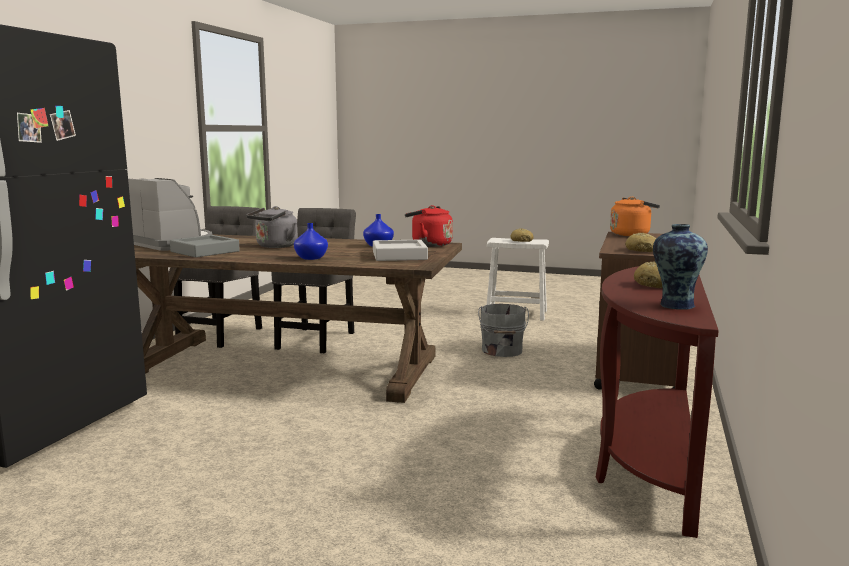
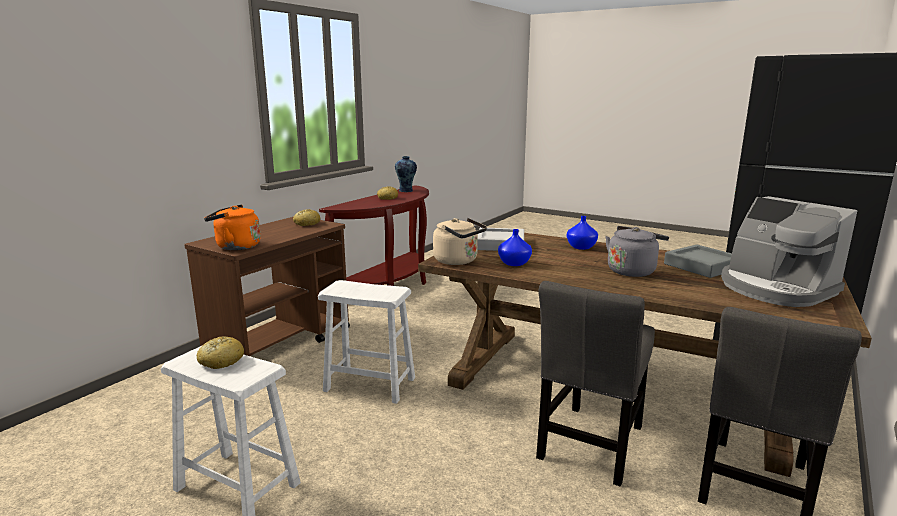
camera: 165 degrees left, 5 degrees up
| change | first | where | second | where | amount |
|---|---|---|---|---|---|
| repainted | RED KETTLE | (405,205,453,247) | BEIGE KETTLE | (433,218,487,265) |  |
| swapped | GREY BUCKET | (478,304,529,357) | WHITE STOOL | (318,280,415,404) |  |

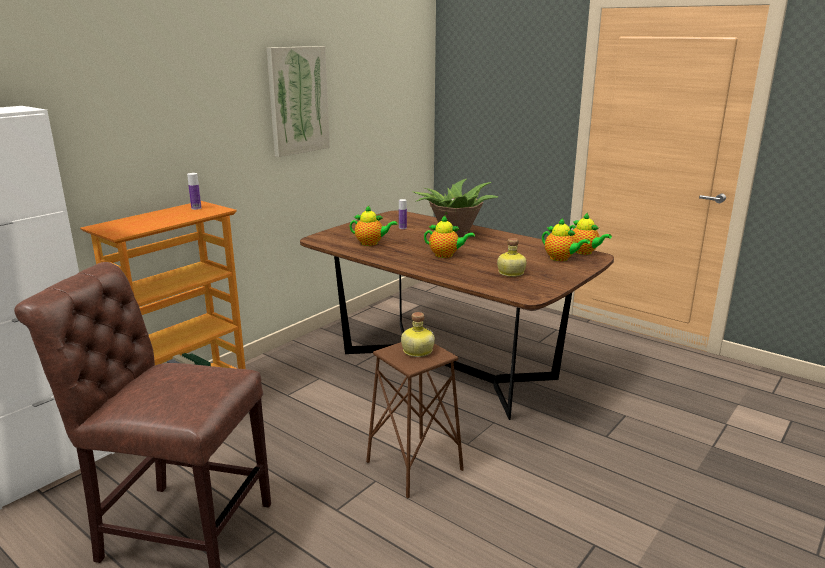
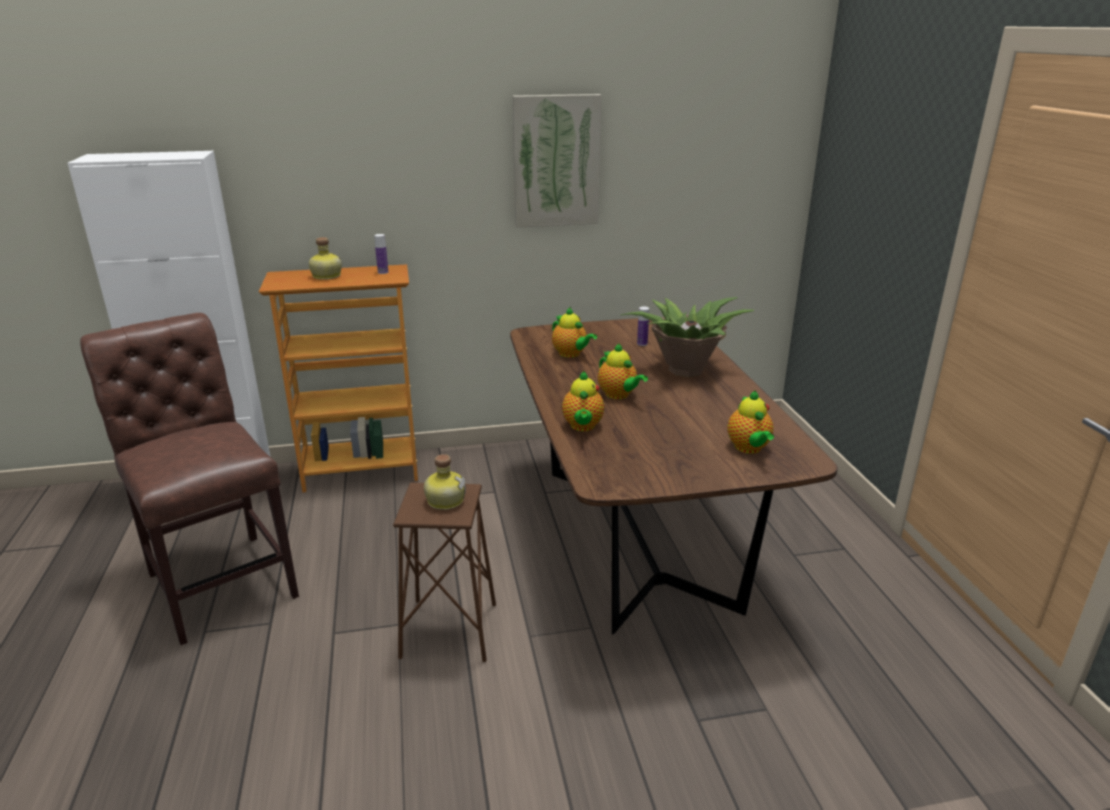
camera: 40 degrees right, 5 degrees up
| change | first | where | second | where | amount |
|---|---|---|---|---|---|
| shifted | BOTTLE | (497,238,527,277) |  | (309,237,342,280) |  |
| shifted | TEAPOT | (569,213,612,255) |  | (562,371,604,431) |  |

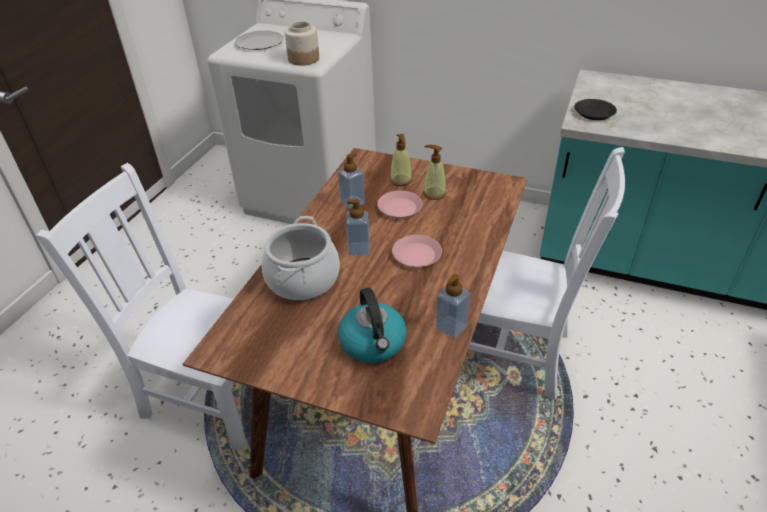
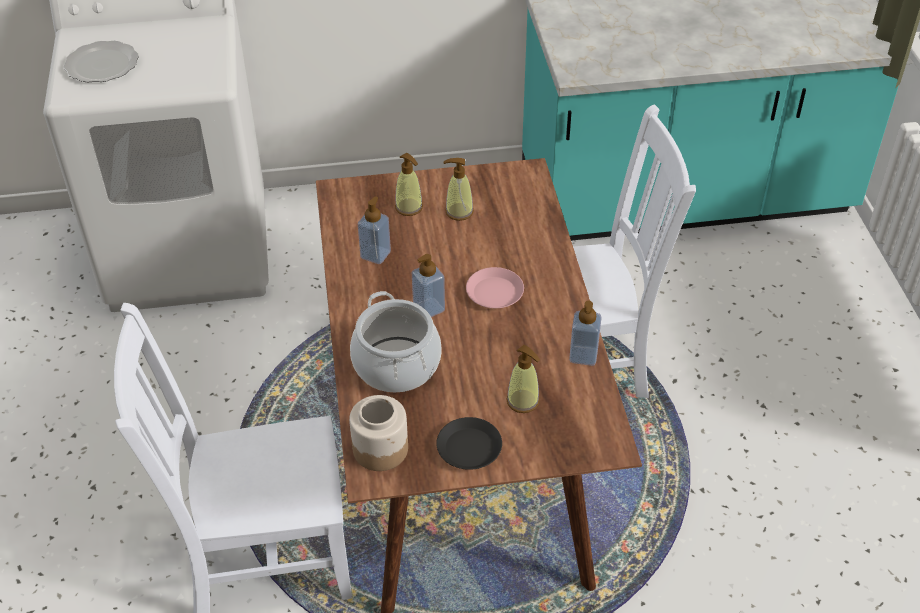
camera: 30 degrees left, 5 degrees up
| change | first | where | second | where | amount |
|---|---|---|---|---|---|
| shifted | JAR | (285,21,319,66) |  | (349,395,408,471) |  |
| swapped | KETTLE | (338,288,407,363) | SOAP DISPENSER | (506,345,540,413) |  |
| gone | PINK PLATE | (377,191,423,218) |  |  |  |
| shifted | BLACK PLATE | (574,99,617,120) |  | (436,417,502,470) |  |

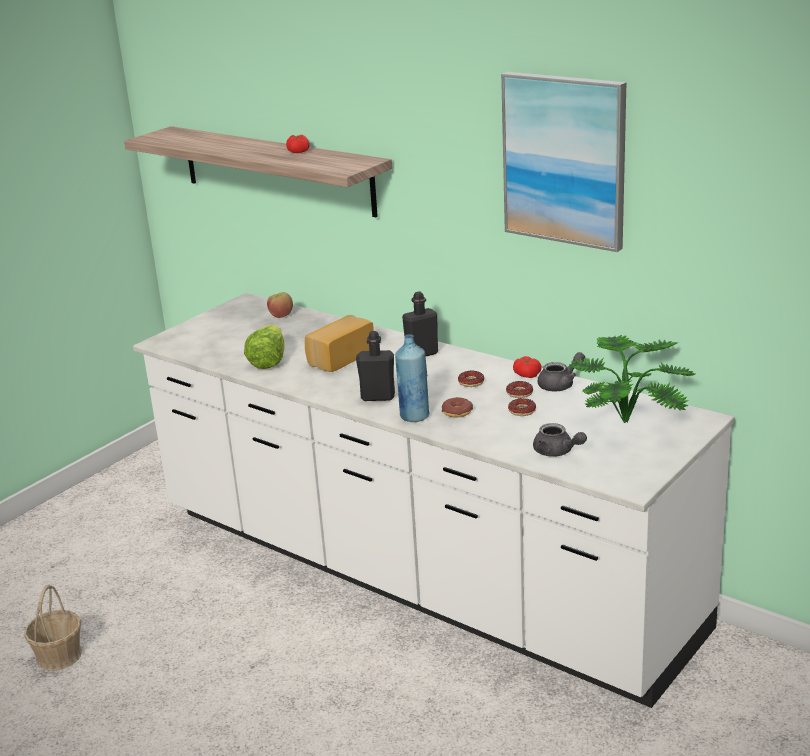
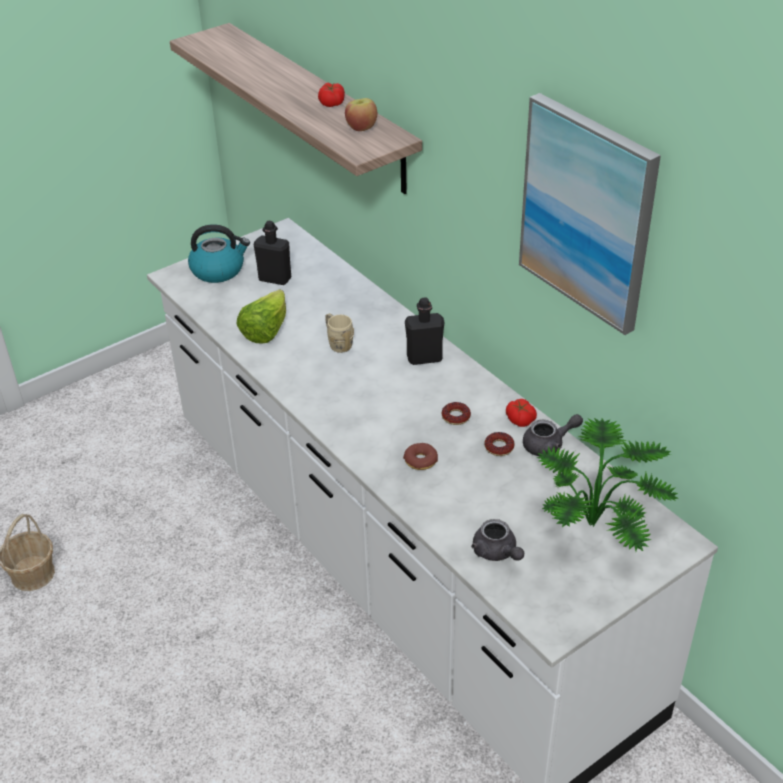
camera: 15 degrees right, 15 degrees up
| change | first | where | second | where | amount |
|---|---|---|---|---|---|
| shifted | APPLE | (267,292,293,318) |  | (345,98,377,131) |  |
| swapped | BREAD | (305,315,374,372) | BEIGE MUG | (325,313,354,353) |  |
| shifted | BLACK BOTTLE | (356,331,395,401) |  | (254,221,291,285) |  |
| gone | BLUE BOTTLE | (395,334,430,422) |  |  |  |
| gone | DONUT | (508,398,536,416) |  |  |  |
| new |  |  | KETTLE | (188,224,250,283) |  |

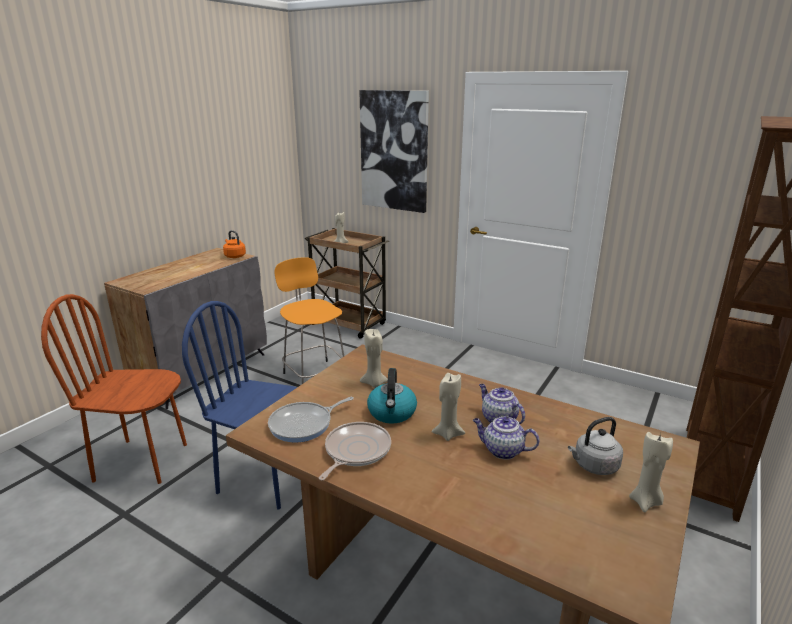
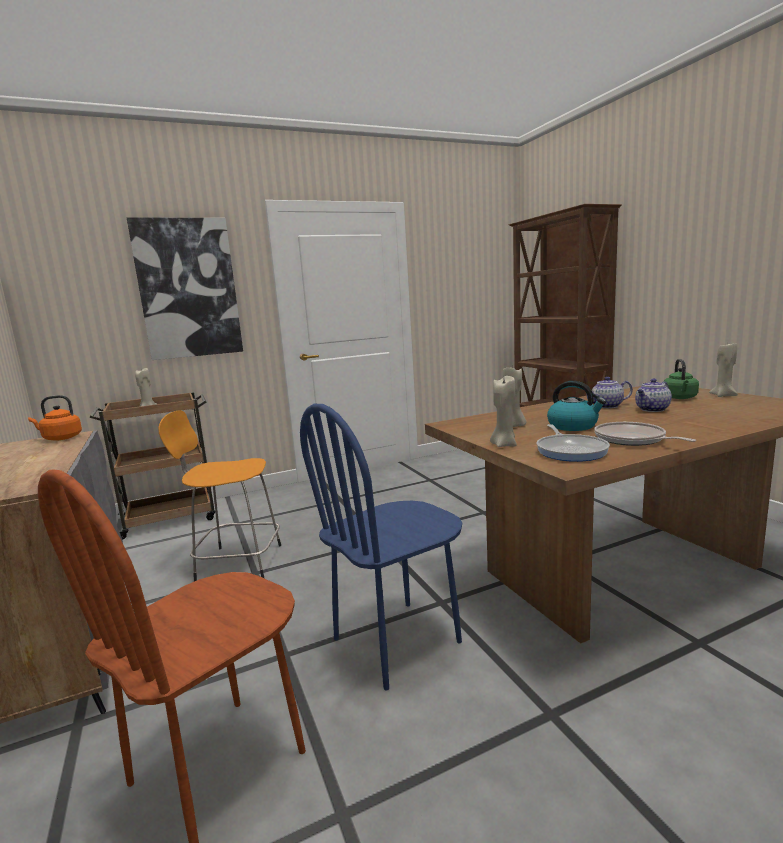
camera: 55 degrees left, 10 degrees down
| change | first | where | second | where | amount |
|---|---|---|---|---|---|
| shifted | BEIGE CANDLE | (431,373,465,441) |  | (490,376,517,447) |  |
| repainted | GREY KETTLE | (568,417,623,475) | GREEN KETTLE | (663,359,699,399) |  |

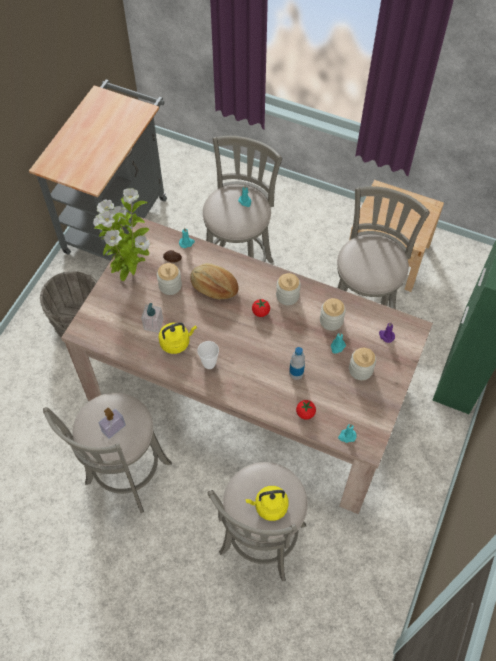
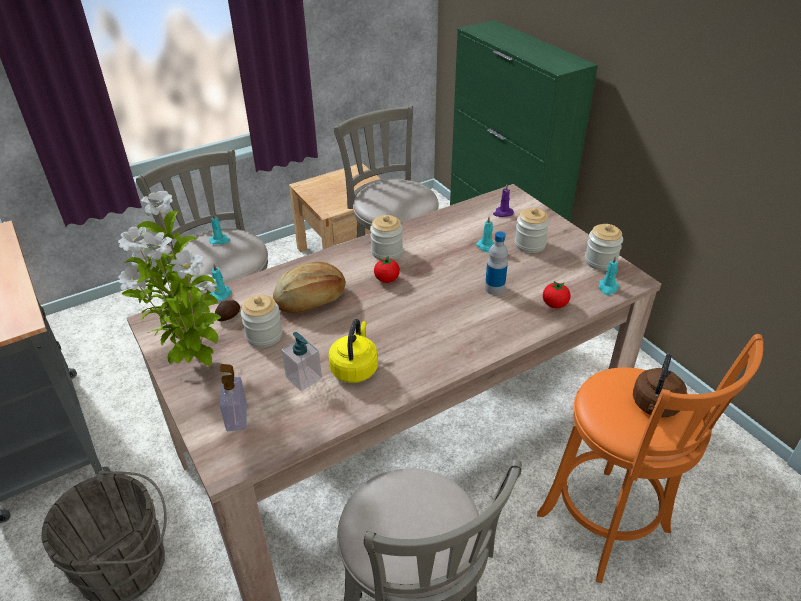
camera: 55 degrees left, 20 degrees down
| change | first | where | second | where | amount |
|---|---|---|---|---|---|
| shifted | SOAP DISPENSER | (98,408,126,439) |  | (220,364,247,431) |  |
| gone | CUP | (197,341,219,369) |  |  |  |
| repainted | GREY STOOL | (207,462,308,581) | ORANGE STOOL | (537,334,764,583) |  |
| repainted | YELLOW KETTLE | (245,486,289,521) | BROWN KETTLE | (633,353,687,417) |  |
| shifted | JAR | (320,298,346,331) |  | (585,224,623,271) |  |

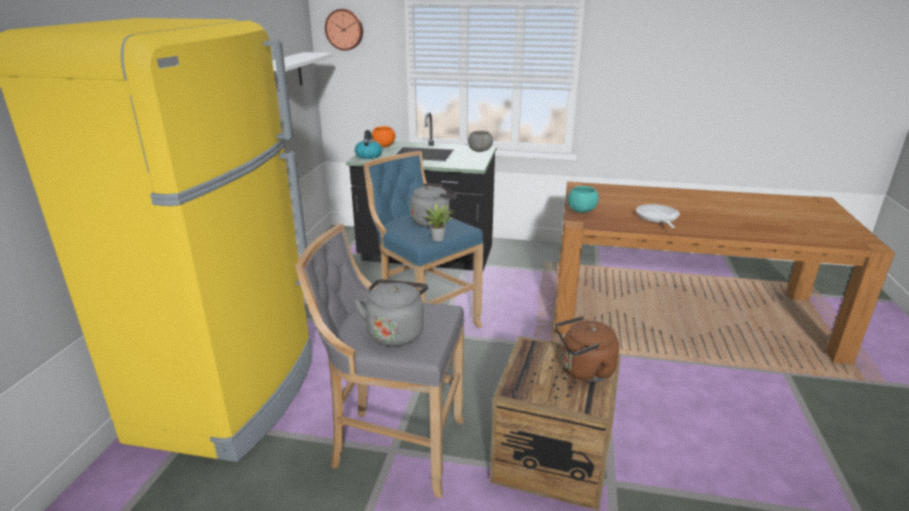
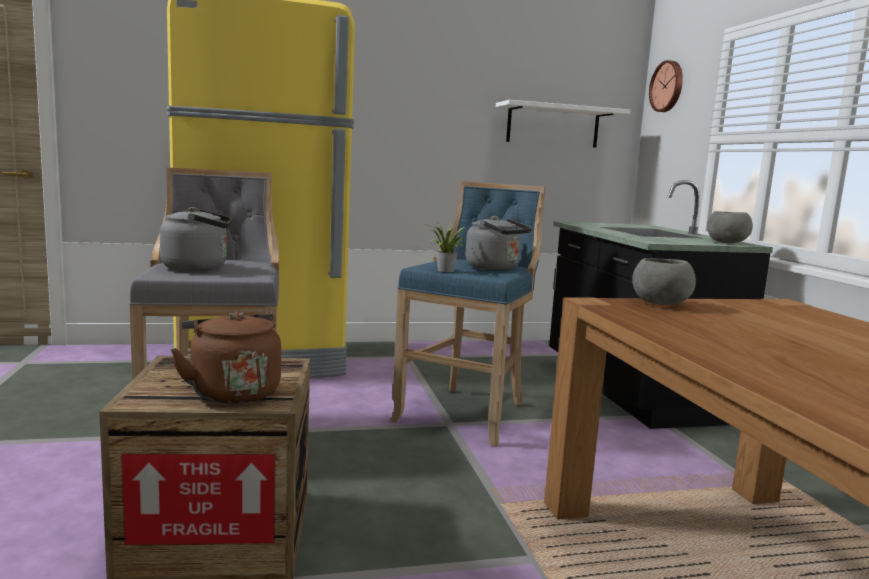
camera: 65 degrees right, 15 degrees down
| change | first | where | second | where | amount |
|---|---|---|---|---|---|
| gone | KETTLE | (355,130,382,159) |  |  |  |
| gone | ORANGE BOWL | (371,126,395,147) |  |  |  |
| repainted | TURQUOISE BOWL | (568,186,599,213) | GREY BOWL | (632,258,696,305) |  |
| gone | FRYING PAN | (636,204,680,228) |  |  |  |

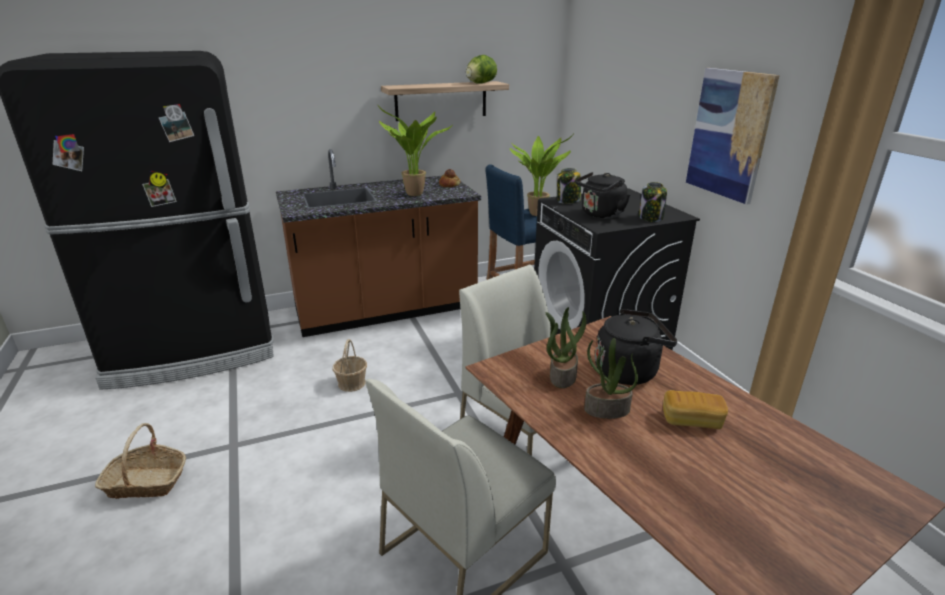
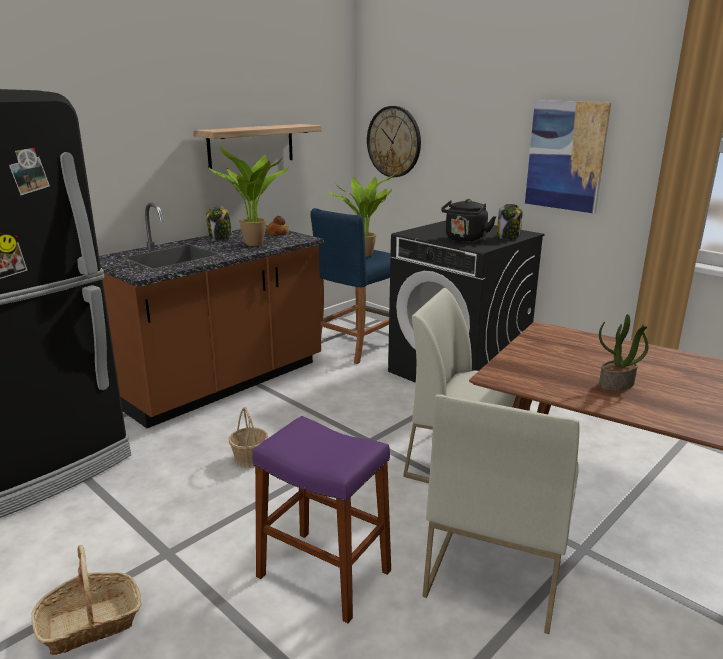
camera: 25 degrees left, 5 degrees down
| change | first | where | second | where | amount |
|---|---|---|---|---|---|
| gone | LETTUCE | (466,55,497,83) |  |  |  |
| gone | POTTED PLANT | (546,307,586,388) |  |  |  |
| shifted | JAR | (557,168,581,204) |  | (206,206,233,241) |  |
| gone | BLACK KETTLE | (595,309,677,385) |  |  |  |
| gone | BREAD | (663,390,728,429) |  |  |  |
| new |  |  | PURPLE STOOL | (252,416,391,623) |  |
| new |  |  | WALL CLOCK | (367,106,421,177) |  |

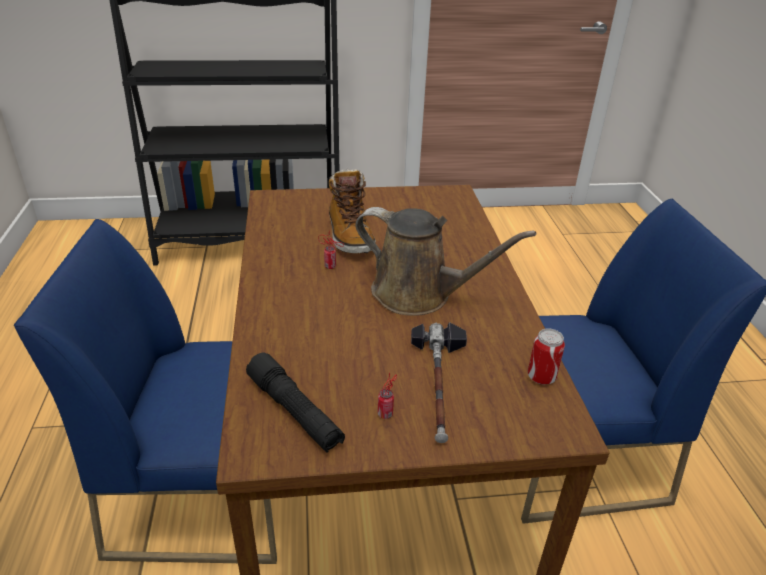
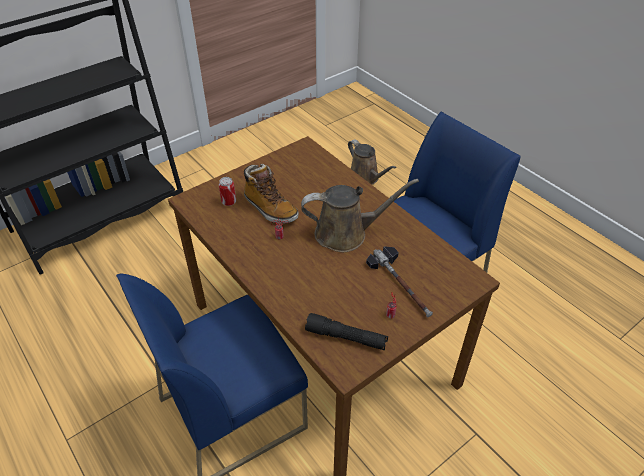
camera: 30 degrees left, 10 degrees up
| change | first | where | second | where | amount |
|---|---|---|---|---|---|
| shifted | CAN | (528,328,565,385) |  | (219,177,236,206) |  |
| new |  |  | BROWN WATERING CAN | (348,139,397,185) |  |

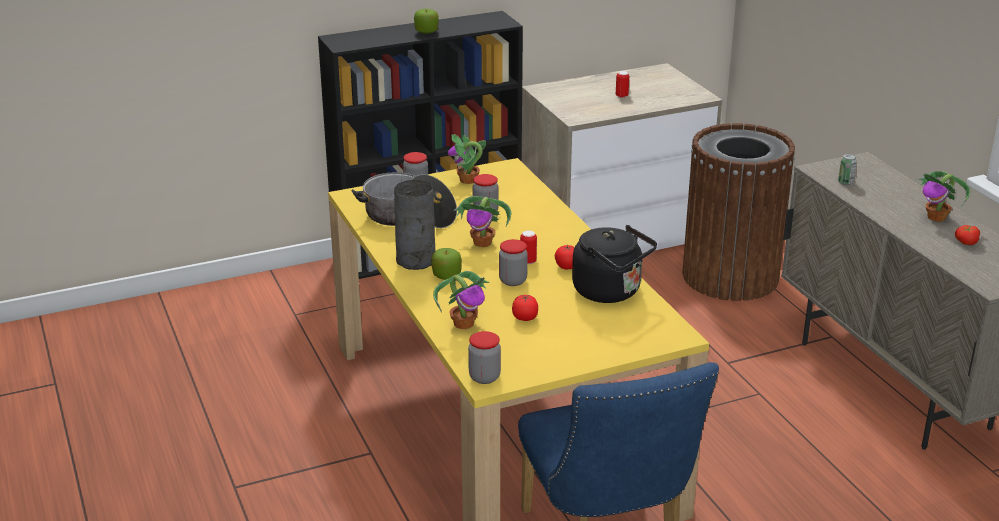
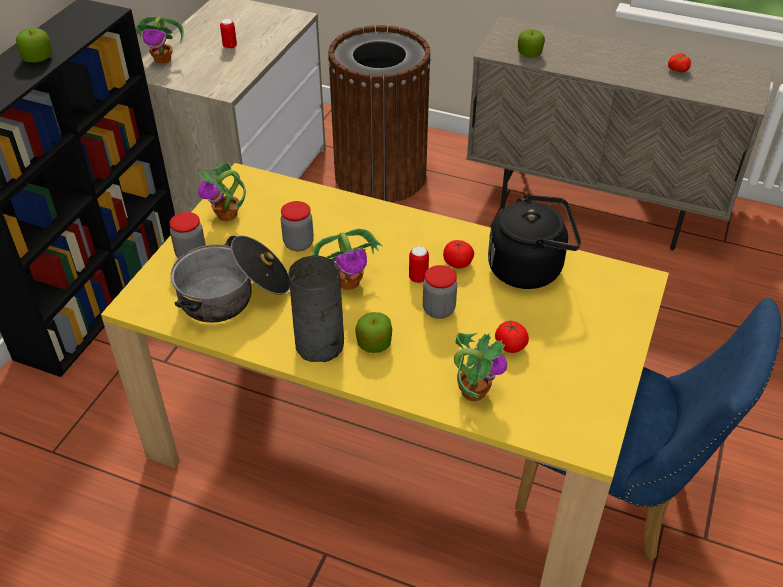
camera: 45 degrees left, 15 degrees up
| change | first | where | second | where | amount |
|---|---|---|---|---|---|
| gone | JAR | (468,331,501,384) |  |  |  |
| swapped | CAN | (838,154,857,185) | APPLE | (518,29,545,58) |  |
| shifted | POTTED PLANT | (917,171,970,222) |  | (135,17,184,64) |  |

